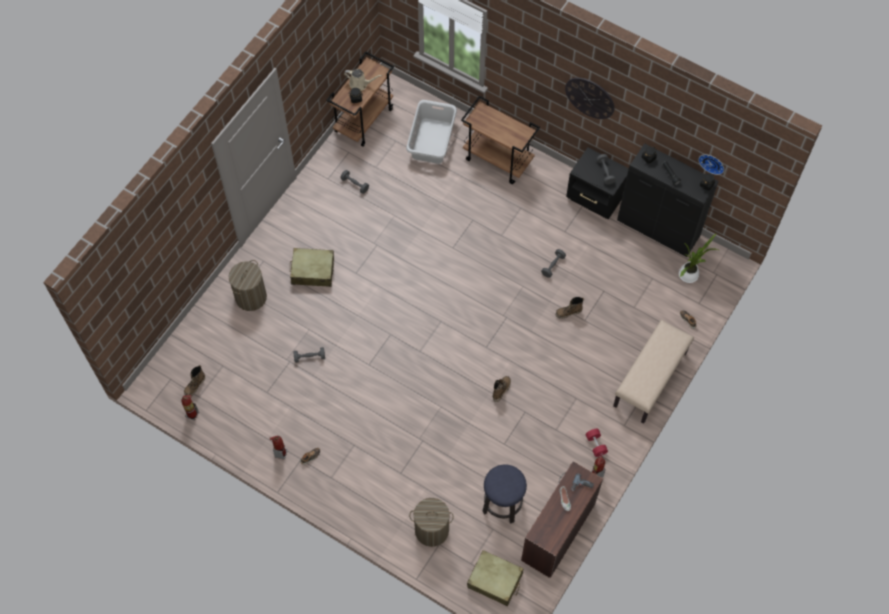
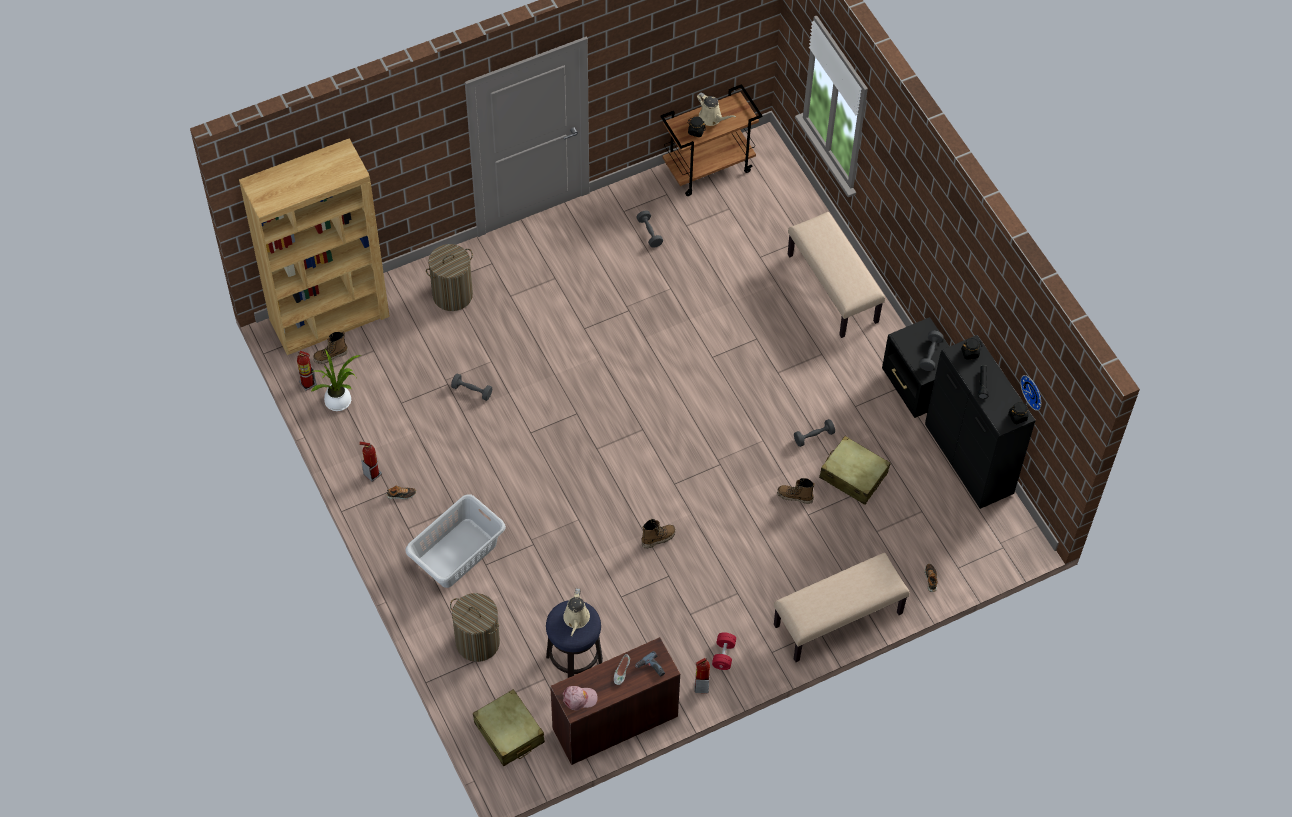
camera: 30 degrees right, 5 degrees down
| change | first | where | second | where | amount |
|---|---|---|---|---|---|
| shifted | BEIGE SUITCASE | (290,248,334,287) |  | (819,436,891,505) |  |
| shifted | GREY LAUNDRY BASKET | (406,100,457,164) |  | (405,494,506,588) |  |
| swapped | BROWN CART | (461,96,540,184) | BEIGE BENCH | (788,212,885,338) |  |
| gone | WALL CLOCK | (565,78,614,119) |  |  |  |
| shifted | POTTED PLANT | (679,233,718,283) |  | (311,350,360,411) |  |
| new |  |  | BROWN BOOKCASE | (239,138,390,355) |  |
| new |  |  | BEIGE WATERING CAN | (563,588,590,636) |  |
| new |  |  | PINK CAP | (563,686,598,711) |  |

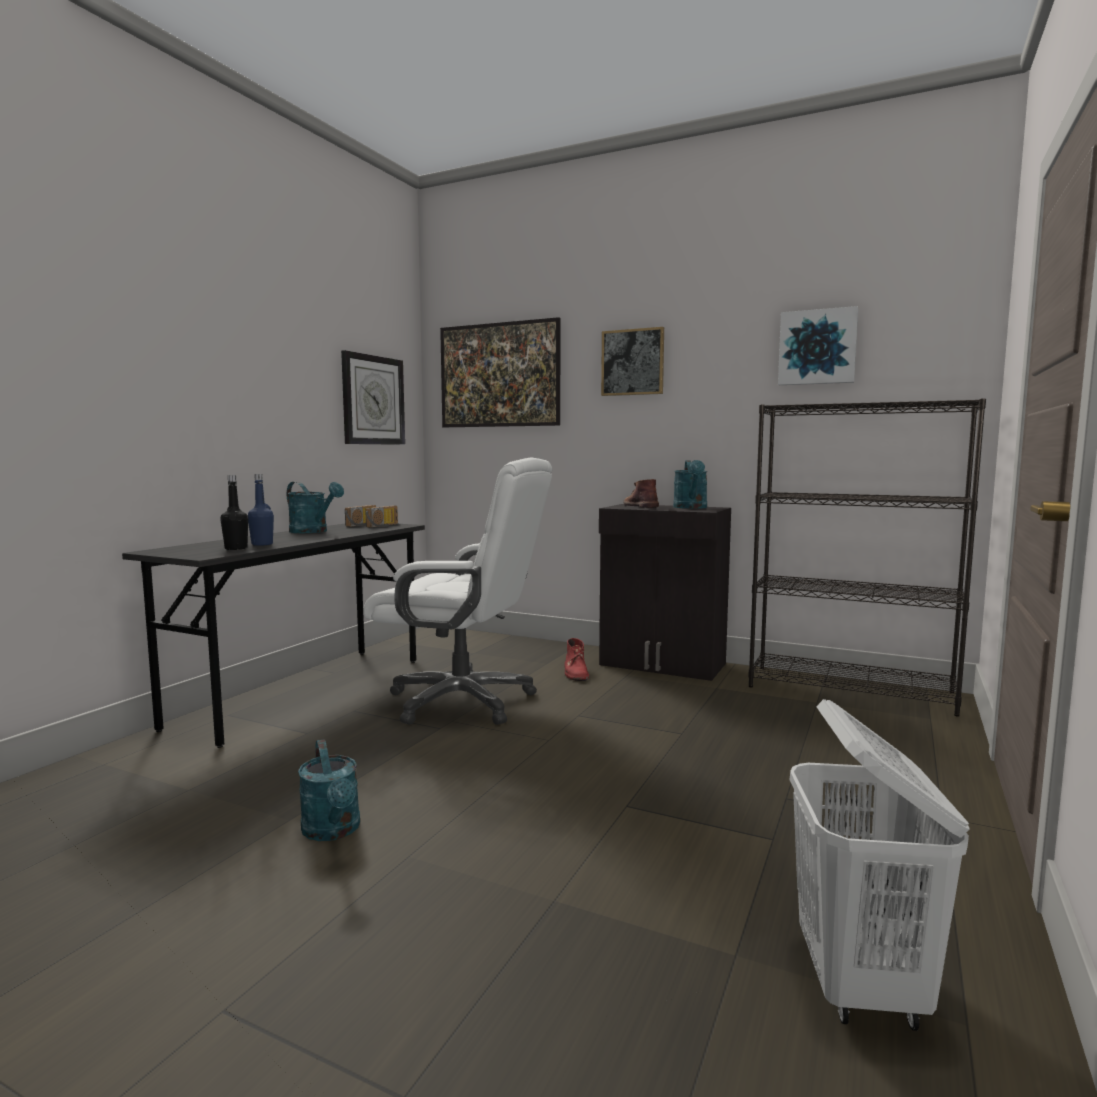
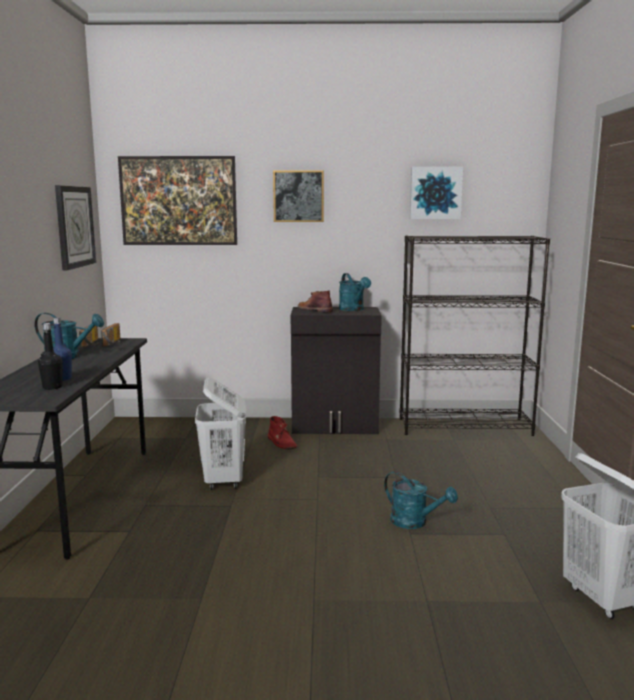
camera: 25 degrees left, 5 degrees up
| change | first | where | second | where | amount |
|---|---|---|---|---|---|
| shifted | TURQUOISE WATERING CAN | (298,739,360,841) |  | (384,471,458,529) |  |
| swapped | WHITE OFFICE CHAIR | (363,458,552,725) | WHITE LAUNDRY BASKET | (195,377,246,490) |  |

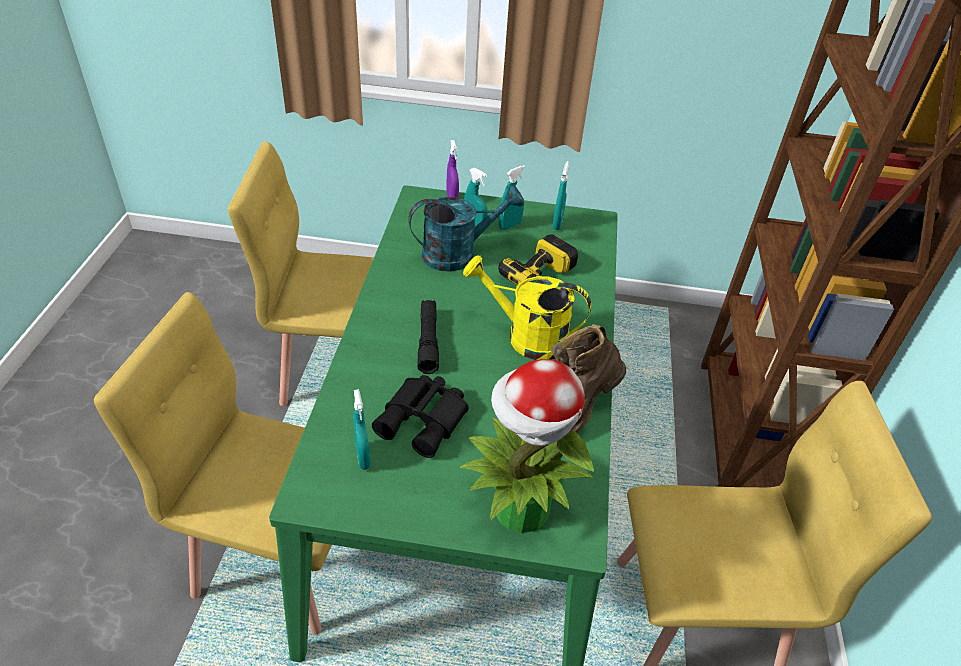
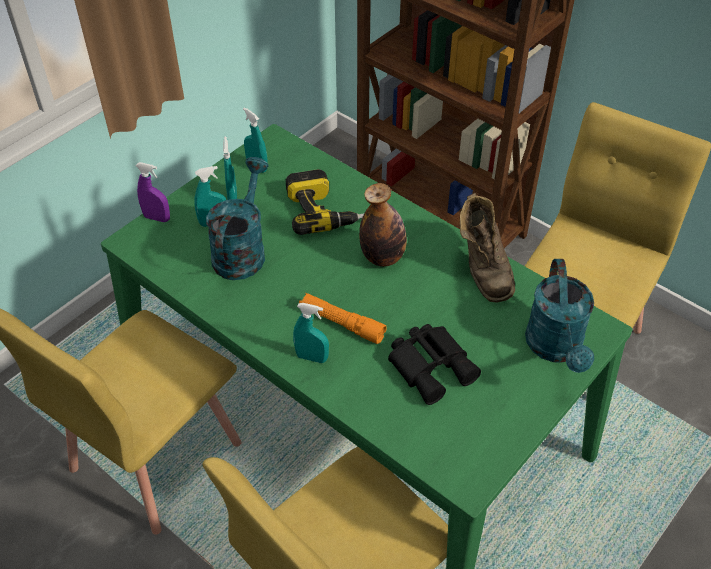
camera: 55 degrees left, 5 degrees up
| change | first | where | second | where | amount |
|---|---|---|---|---|---|
| shifted | TURQUOISE SPRAY BOTTLE | (353,389,371,470) |  | (293,303,329,363) |  |
| repainted | BLACK FLASHLIGHT | (418,300,439,374) | ORANGE FLASHLIGHT | (299,293,387,344) |  |
| swapped | POTTED PLANT | (460,359,594,533) | TURQUOISE WATERING CAN | (525,259,594,373) |  |
| swapped | YELLOW WATERING CAN | (463,255,591,360) | BOTTLE | (359,183,407,267) |  |

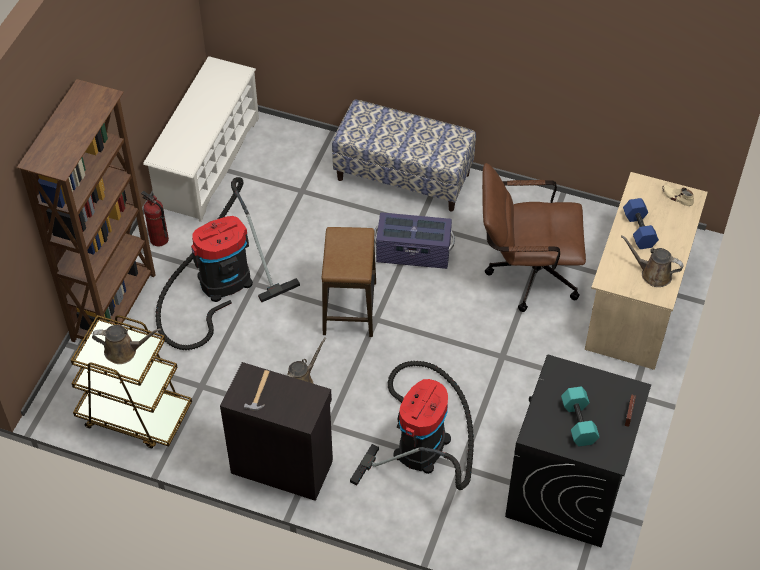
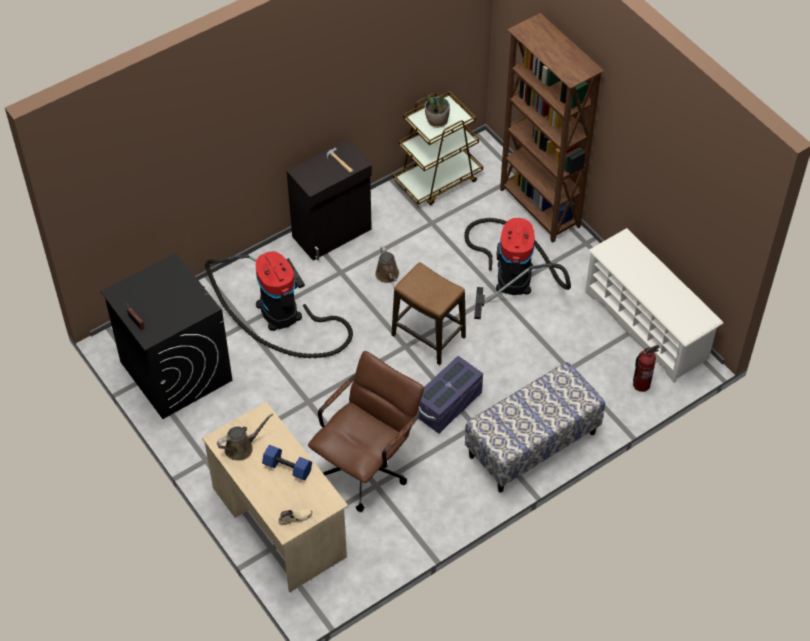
camera: 125 degrees right, 0 degrees up
| change | first | where | second | where | amount |
|---|---|---|---|---|---|
| swapped | BROWN WATERING CAN | (92,325,161,364) | POTTED PLANT | (425,94,450,128) |  |
| shifted | FIRE EXTINGUISHER | (141,191,169,247) |  | (633,345,659,392) |  |
| gone | TURQUOISE DUMBBELL | (561,387,600,446) |  |  |  |

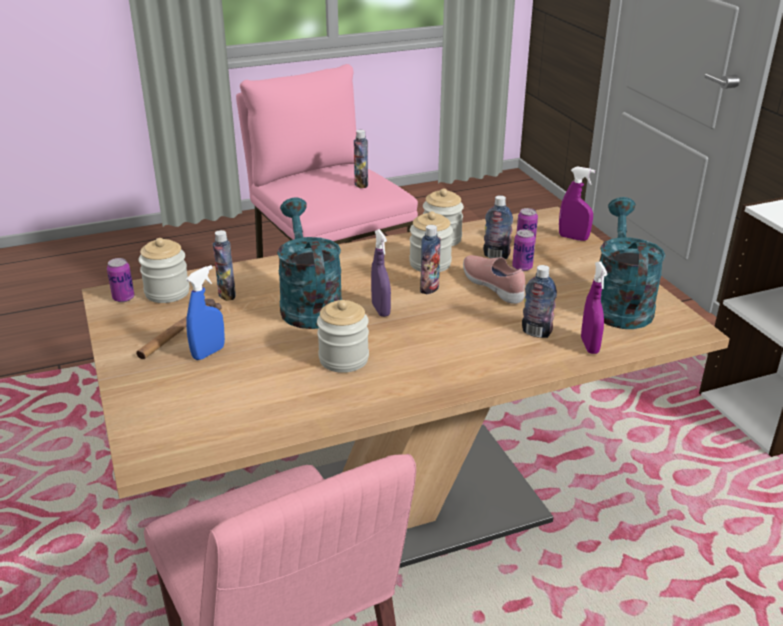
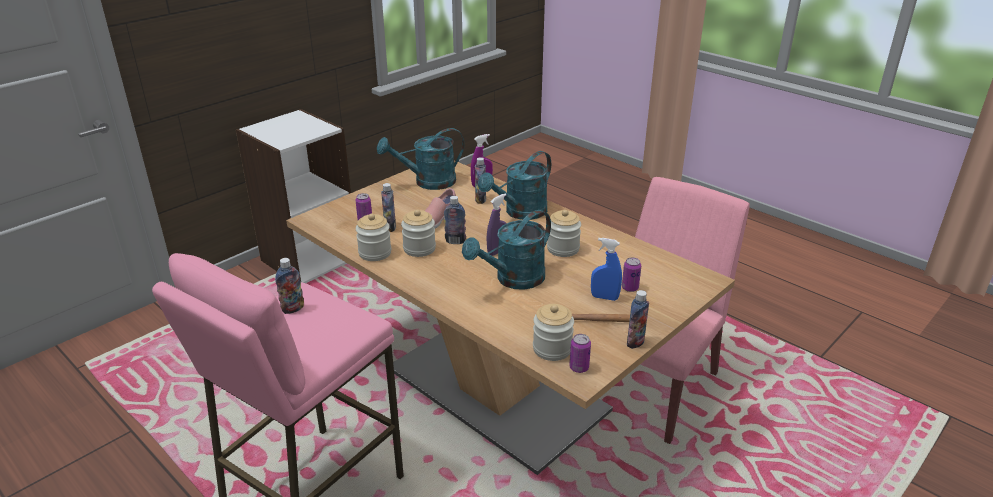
camera: 115 degrees left, 0 degrees up
| change | first | where | second | where | amount |
|---|---|---|---|---|---|
| shifted | BOTTLE | (213,230,236,301) |  | (627,290,649,349) |  |
| shifted | CAN | (512,229,535,271) |  | (622,257,641,292) |  |
| gone | PURPLE SPRAY BOTTLE | (559,166,595,241) |  |  |  |
| new |  |  | TURQUOISE WATERING CAN | (478,151,551,220) |  |

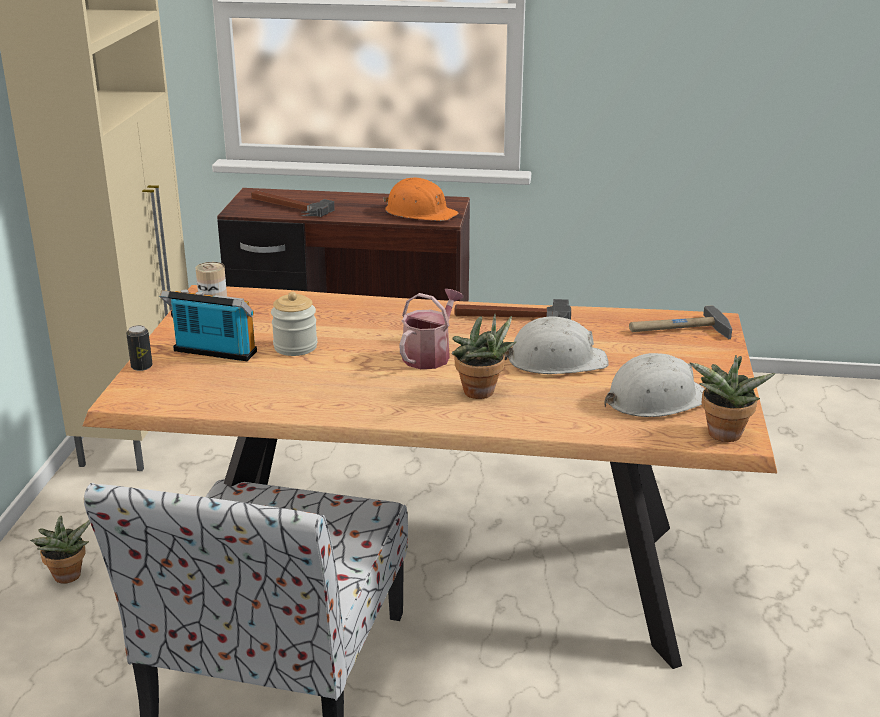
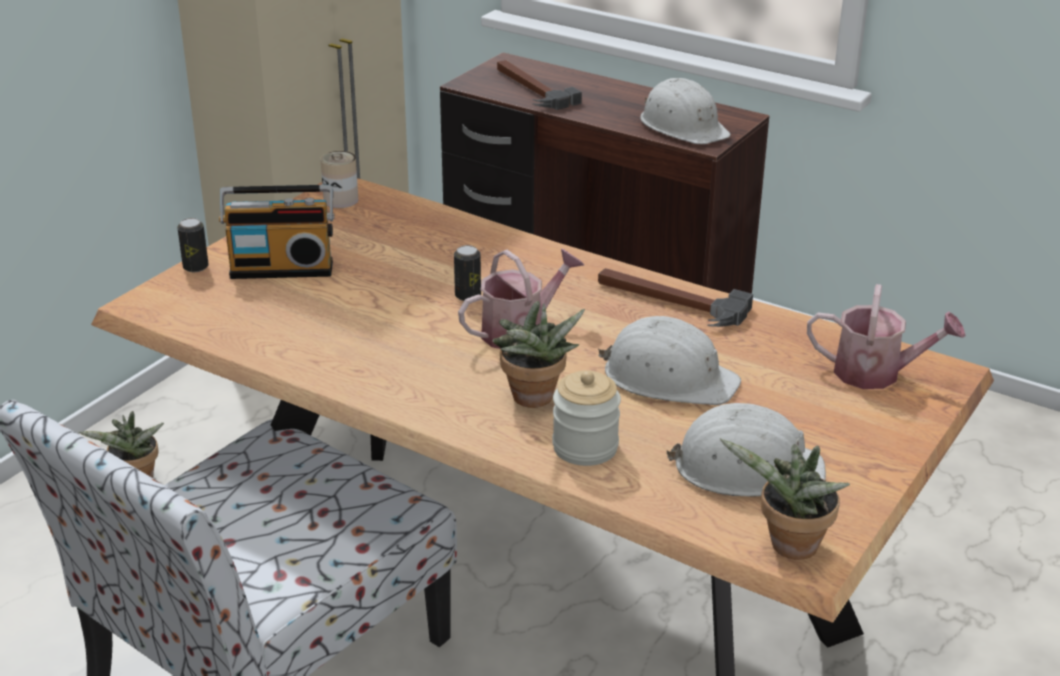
camera: 25 degrees right, 5 degrees up
| change | first | where | second | where | amount |
|---|---|---|---|---|---|
| rotated | RADIO | (159,290,257,361) |  | (219,185,335,279) | 135 degrees clockwise |
| shifted | JAR | (271,292,317,356) |  | (552,370,621,466) |  |
| repainted | ORANGE HARD HAT | (383,178,458,221) | WHITE HARD HAT | (640,78,731,144) |  |
| swapped | HAMMER | (629,305,732,339) | WATERING CAN | (807,284,966,389) |  |
| new |  |  | CAN | (454,245,481,301) |  |

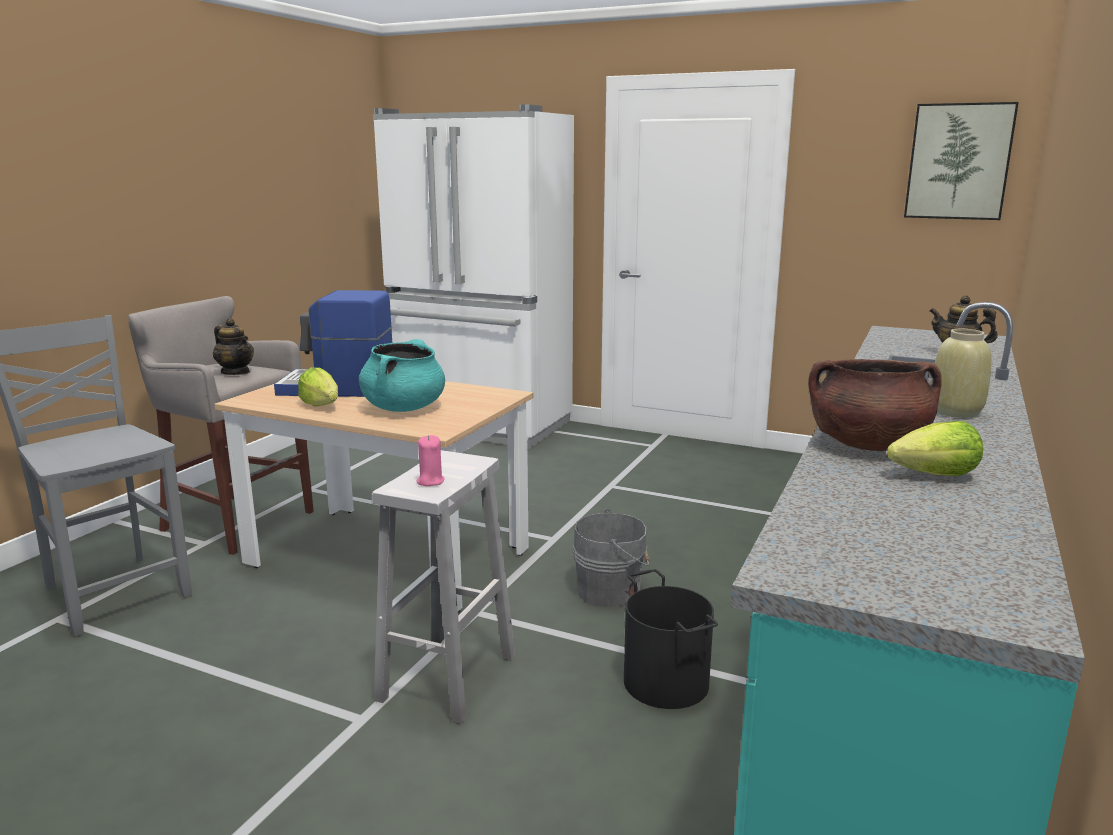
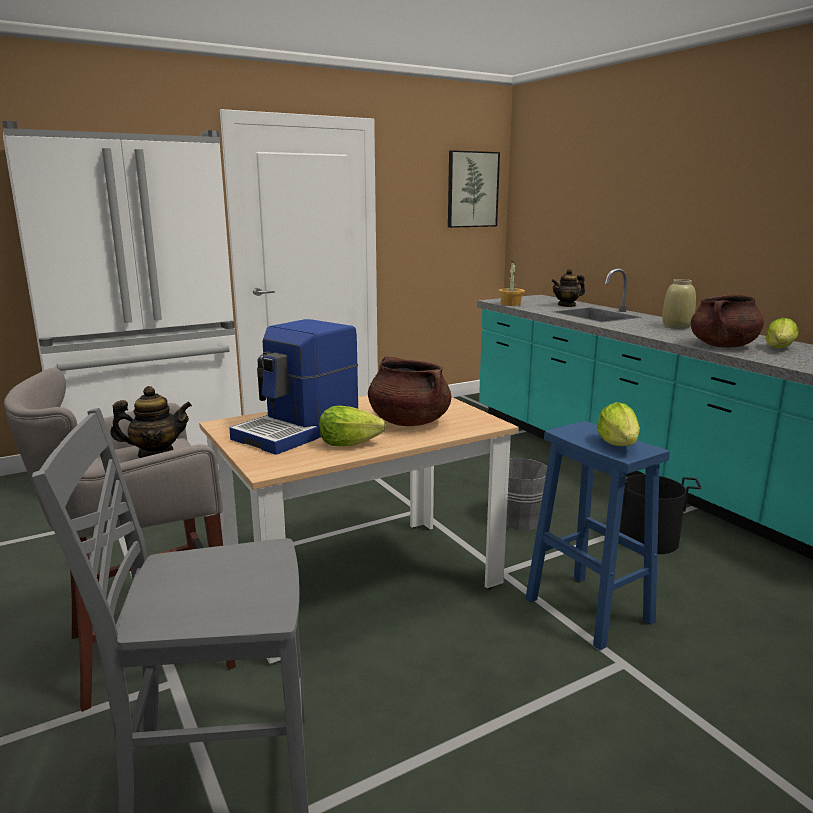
camera: 55 degrees left, 0 degrees up
| change | first | where | second | where | amount |
|---|---|---|---|---|---|
| repainted | TURQUOISE COOKING POT | (359,339,445,412) | BROWN COOKING POT | (368,356,451,426) |  |
| repainted | WHITE STOOL | (372,450,515,724) | BLUE STOOL | (526,421,670,650) |  |
| swapped | PINK CANDLE | (417,435,445,486) | LETTUCE | (597,402,640,446) |  |
| new |  |  | POTTED PLANT | (499,260,525,306) |  |

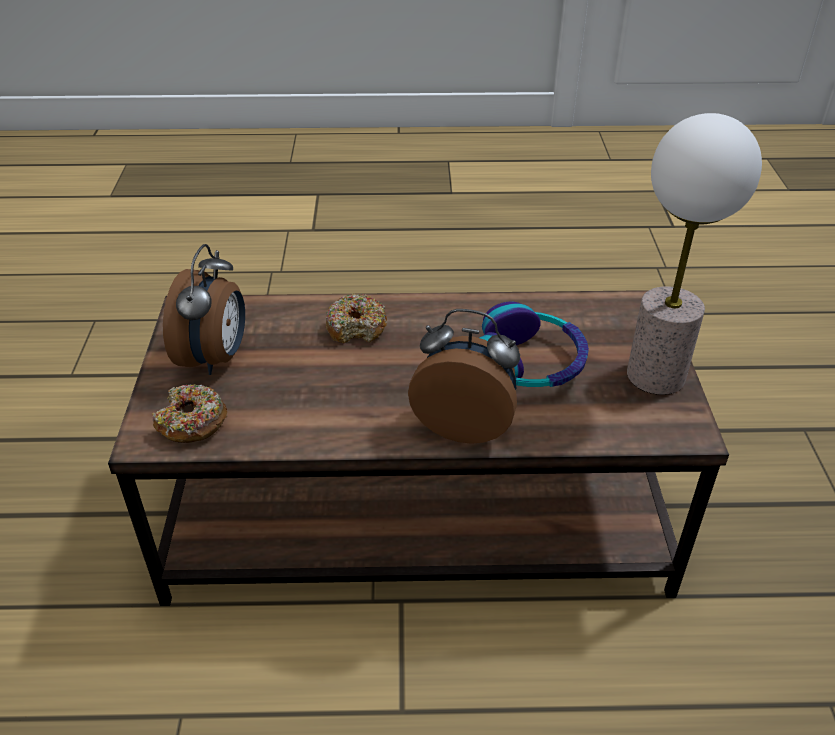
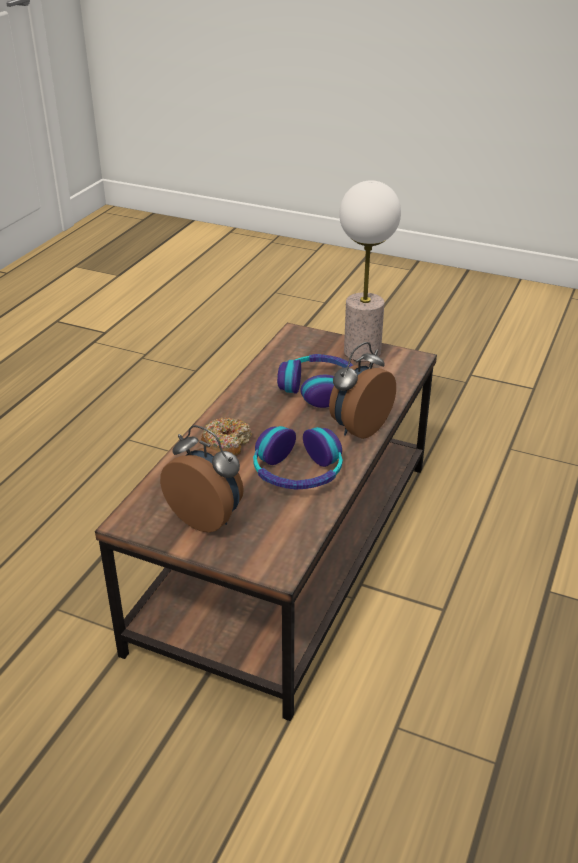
camera: 65 degrees left, 5 degrees down
| change | first | where | second | where | amount |
|---|---|---|---|---|---|
| gone | DONUT | (152,384,227,443) |  |  |  |
| new |  |  | HEADPHONES | (253,426,343,490) |  |

